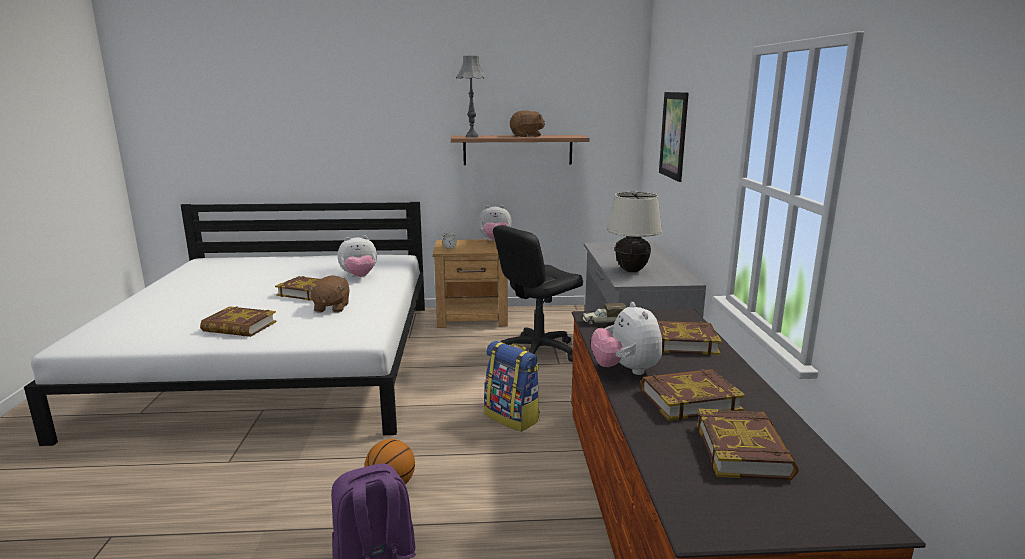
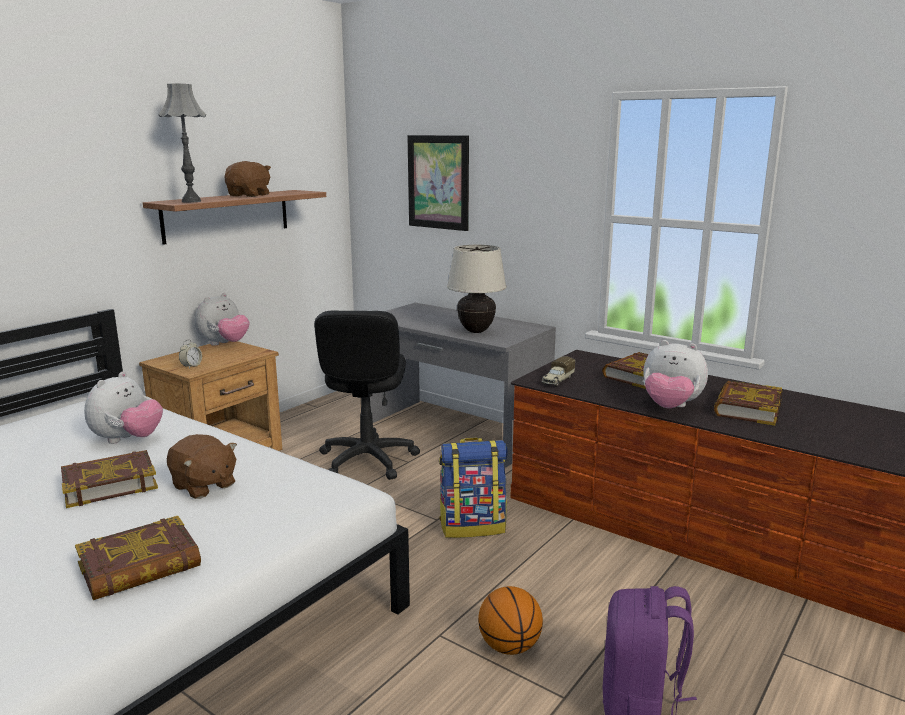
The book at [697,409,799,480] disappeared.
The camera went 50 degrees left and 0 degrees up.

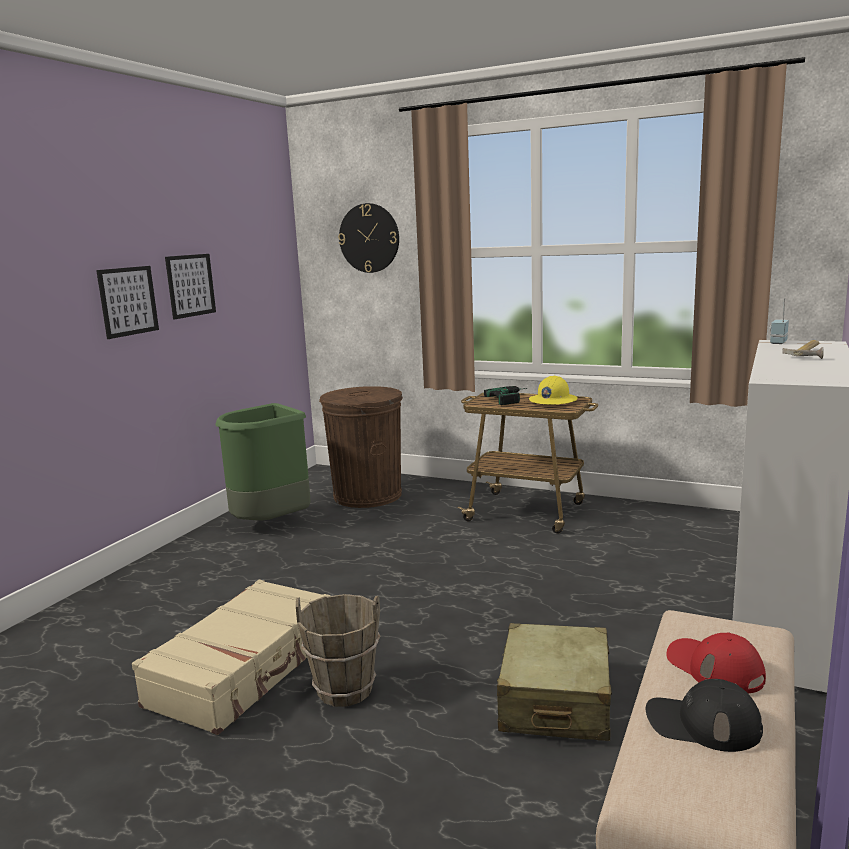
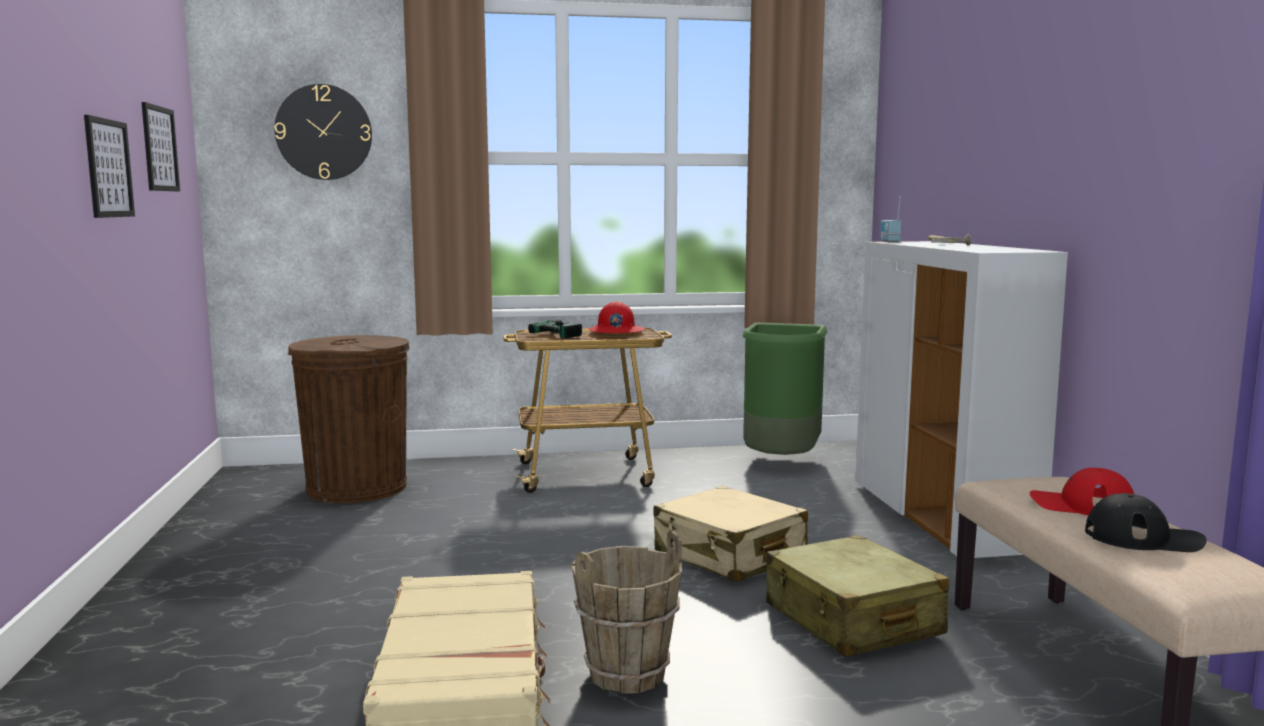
The sand-coloured_suitcase at [653,486,808,582] appeared.
The picture moved from [96,266,159,339] to [142,102,180,192].
The greenish_trash_can moved from [216,403,311,520] to [743,323,827,455].
The yellowish_work_helmet at [529,376,578,405] became the reddish_work_helmet at [588,301,644,333].
The black-coloured_cap at [646,679,763,752] turned 150 degrees counterclockwise.
The camera went 35 degrees left and 5 degrees down.

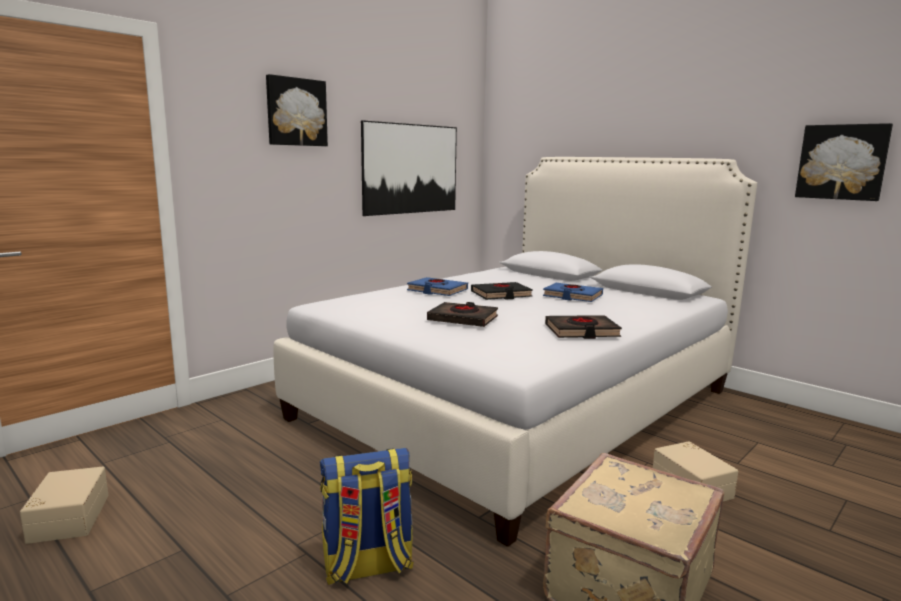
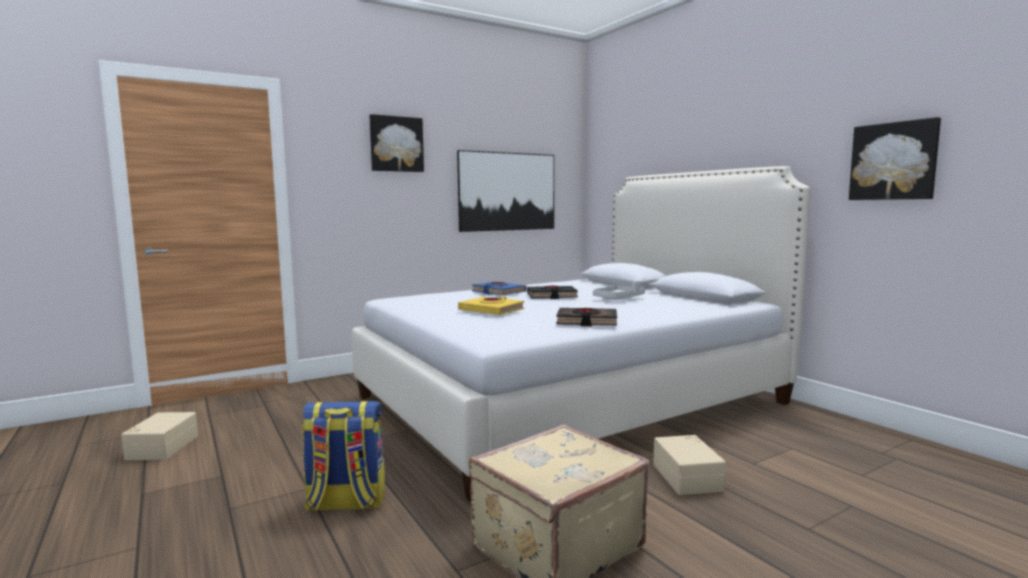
The blue-coloured_book at [543,283,603,302] was replaced by the gray_tray at [593,281,645,300].
The black-coloured_book at [427,302,498,327] became the yellowish_book at [458,296,524,315].
The camera went 15 degrees right and 5 degrees down.

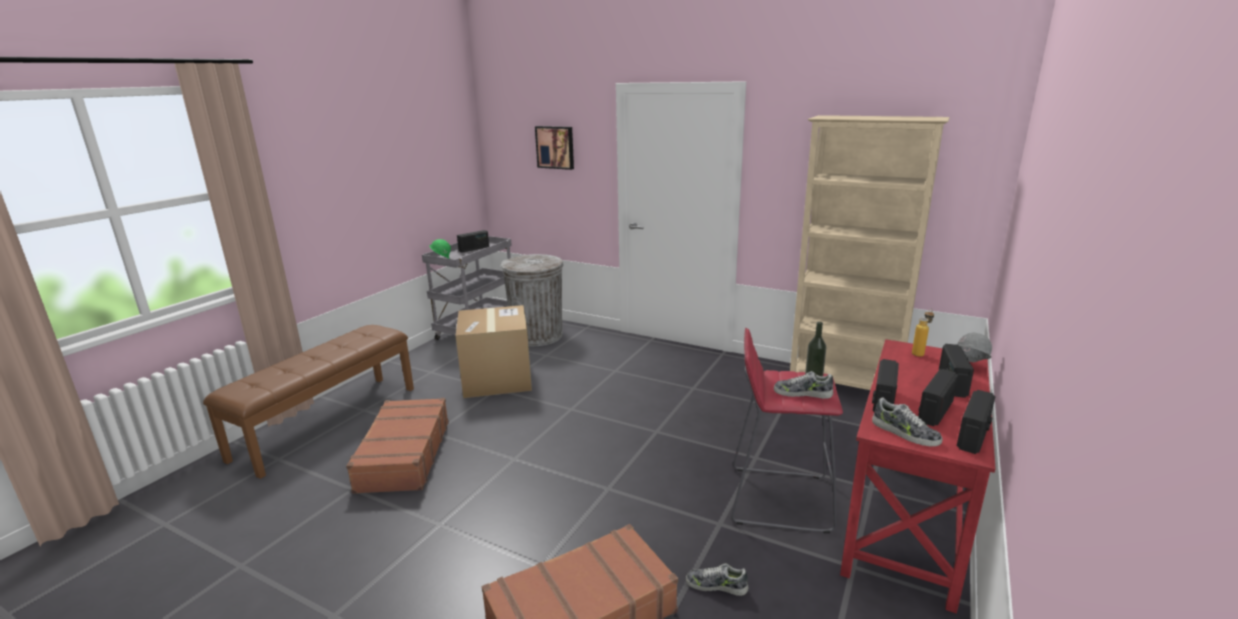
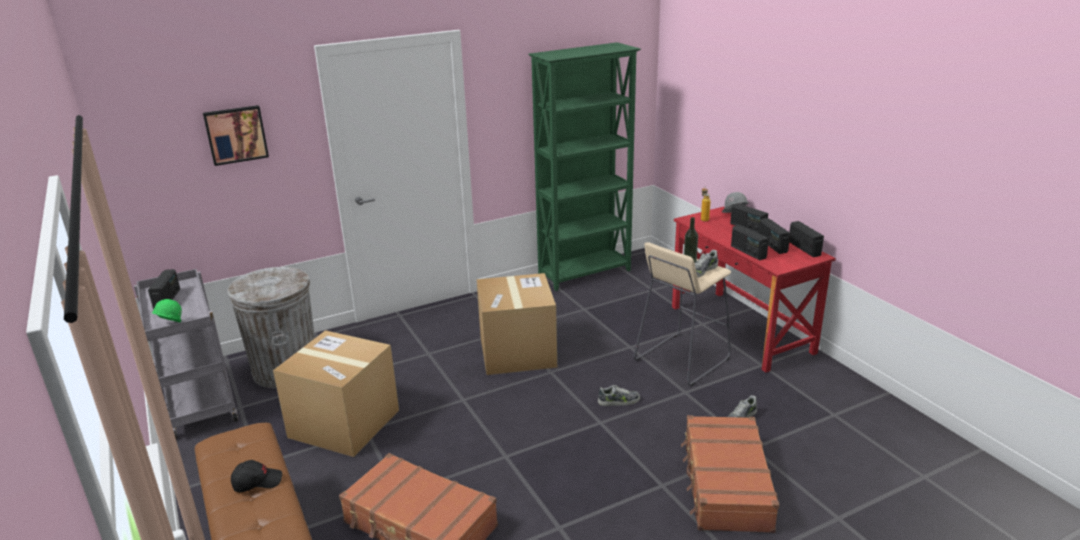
The black-coloured_cap at [231,460,282,492] appeared.
The cardboard_box at [477,273,557,375] appeared.
The low_shoe moved from [872,398,942,446] to [598,385,640,406].
The reddish_stool at [731,328,843,533] became the sand-coloured_stool at [633,242,731,386].
The sand-coloured_bookcase at [790,115,950,390] became the greenish_bookcase at [528,42,641,291].
The camera went 55 degrees left and 5 degrees up.

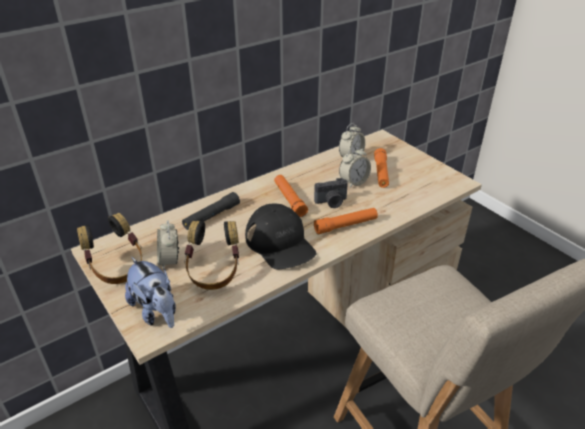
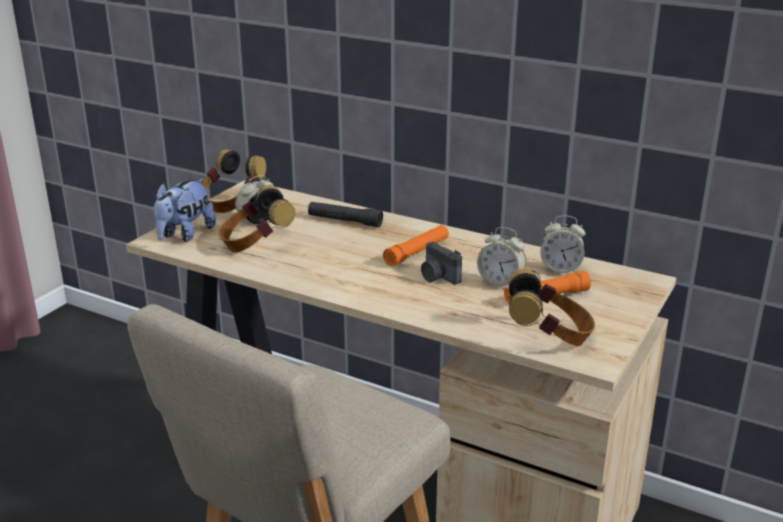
The black-coloured_cap at [245,203,317,269] disappeared.
The orange-coloured_flashlight at [314,208,378,234] disappeared.
The pair_of_headphones at [508,269,595,346] appeared.
The camera went 65 degrees right and 10 degrees down.

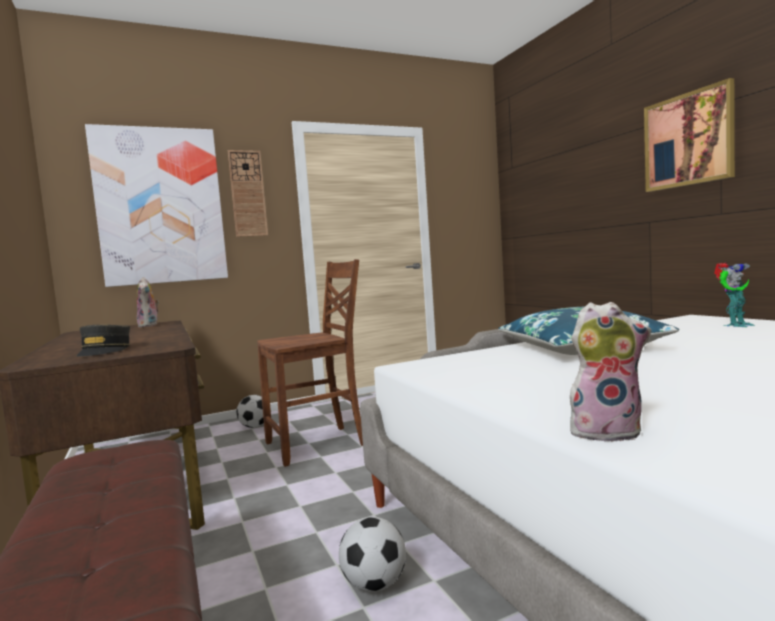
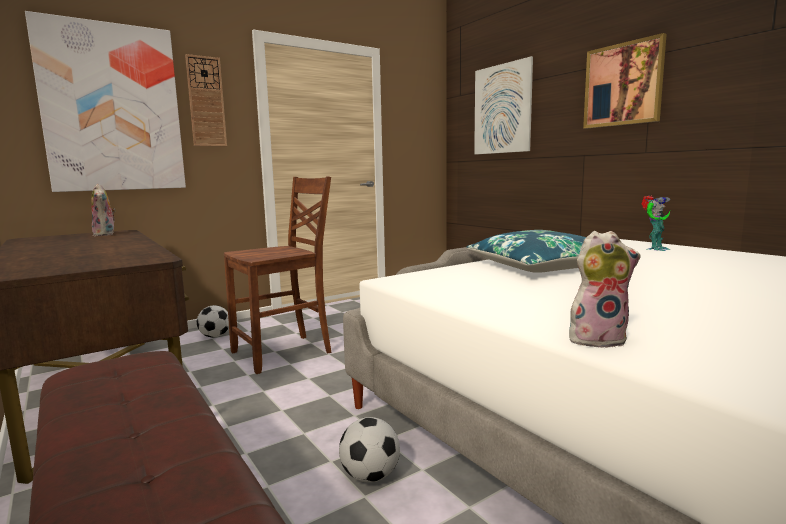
The gray_cap at [76,325,130,356] disappeared.
The picture at [474,56,533,154] appeared.
The camera went 10 degrees left and 5 degrees up.

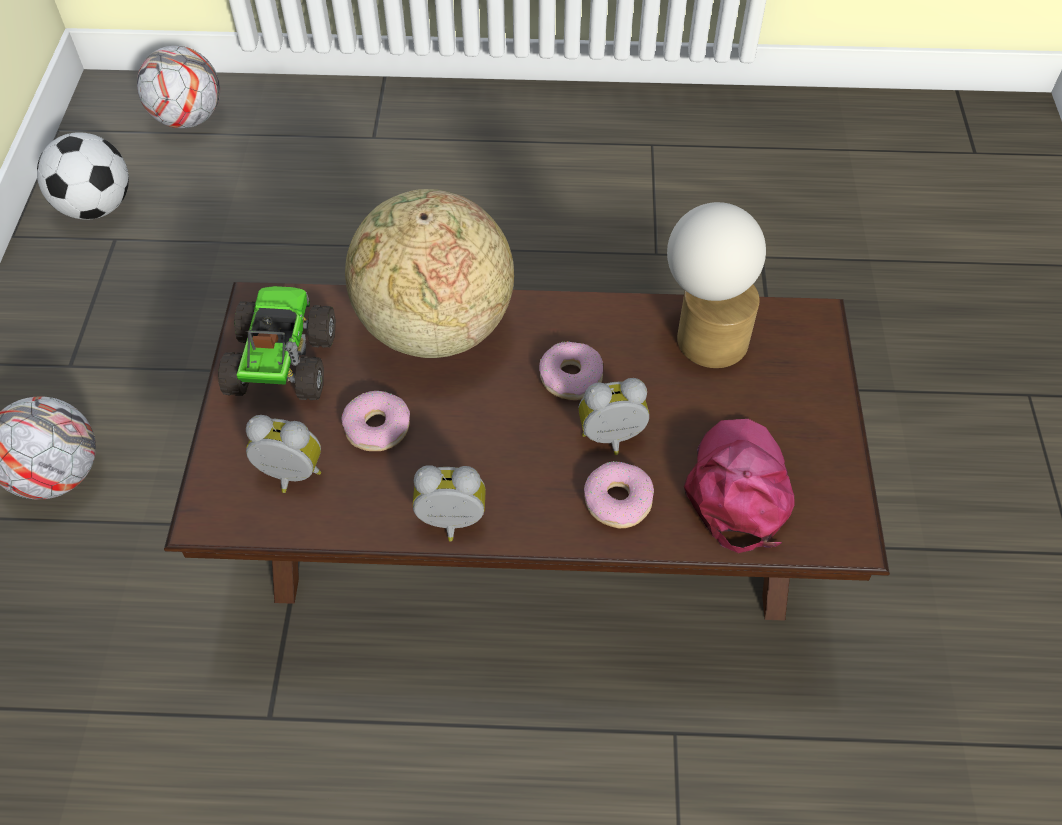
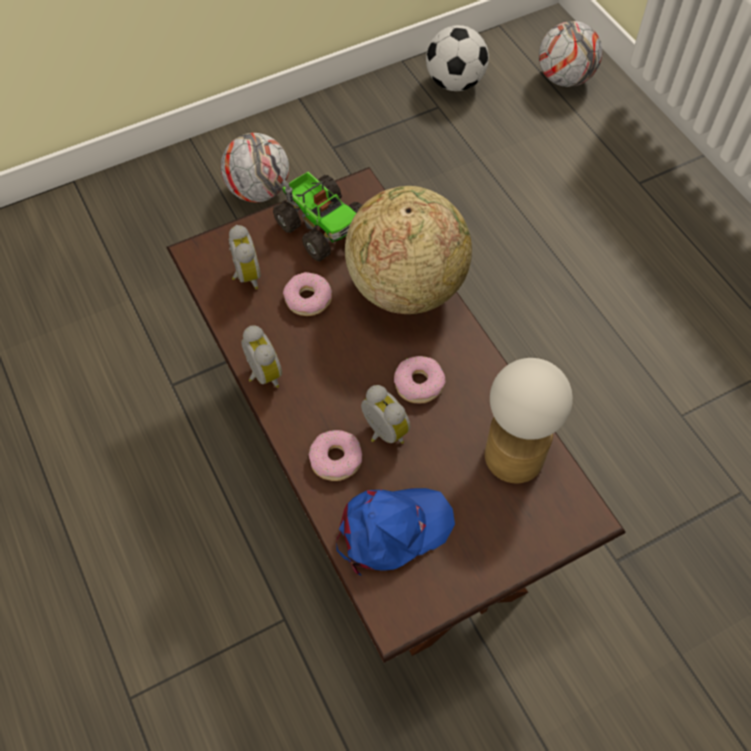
The pink_cap at [684,419,794,553] became the blue-coloured_cap at [336,488,455,576].
The toy_truck at [218,286,336,400] turned 75 degrees clockwise.
The camera went 60 degrees right and 5 degrees up.

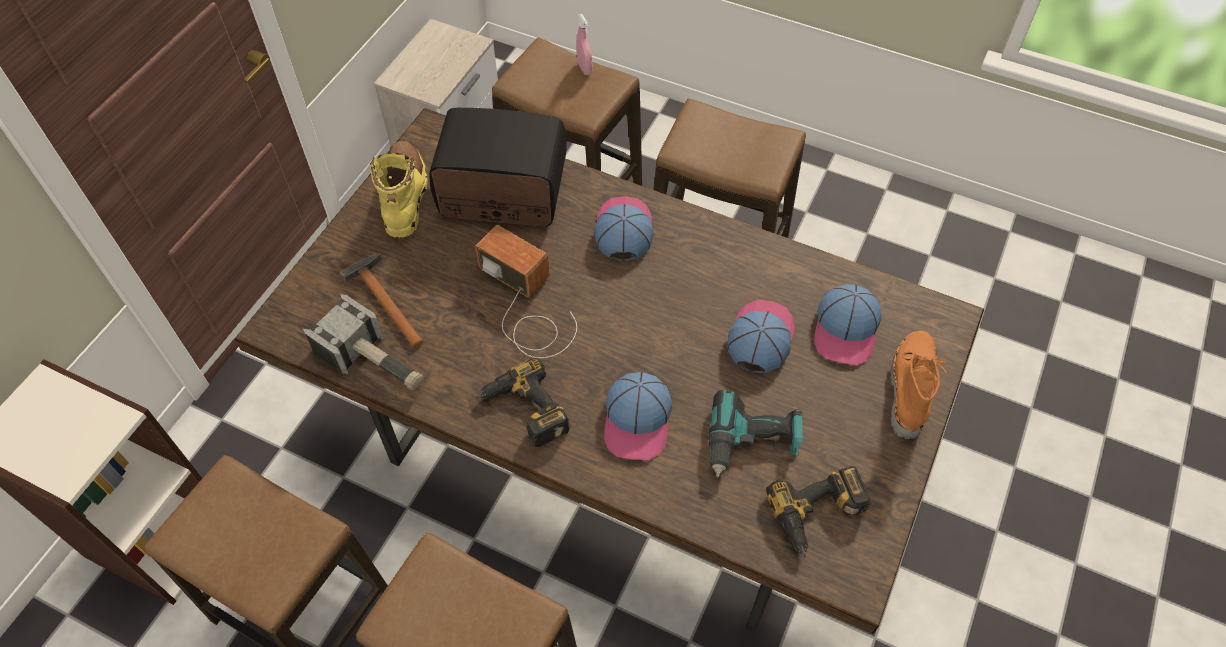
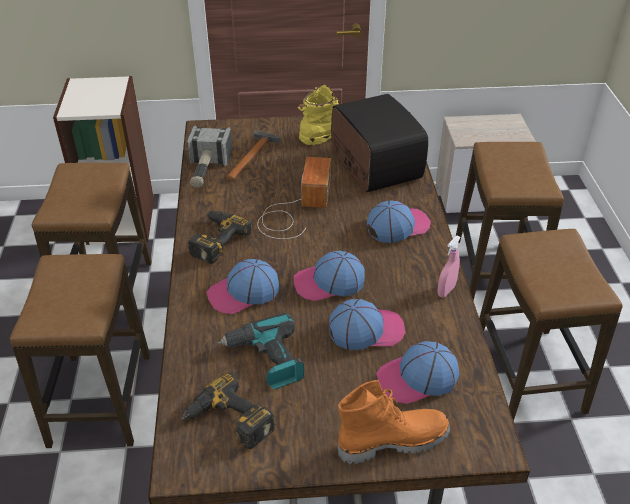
The cap at [294,251,365,301] appeared.
The pink_spray_bottle moved from [576,14,592,75] to [437,236,461,297].
The camera went 60 degrees right and 15 degrees down.

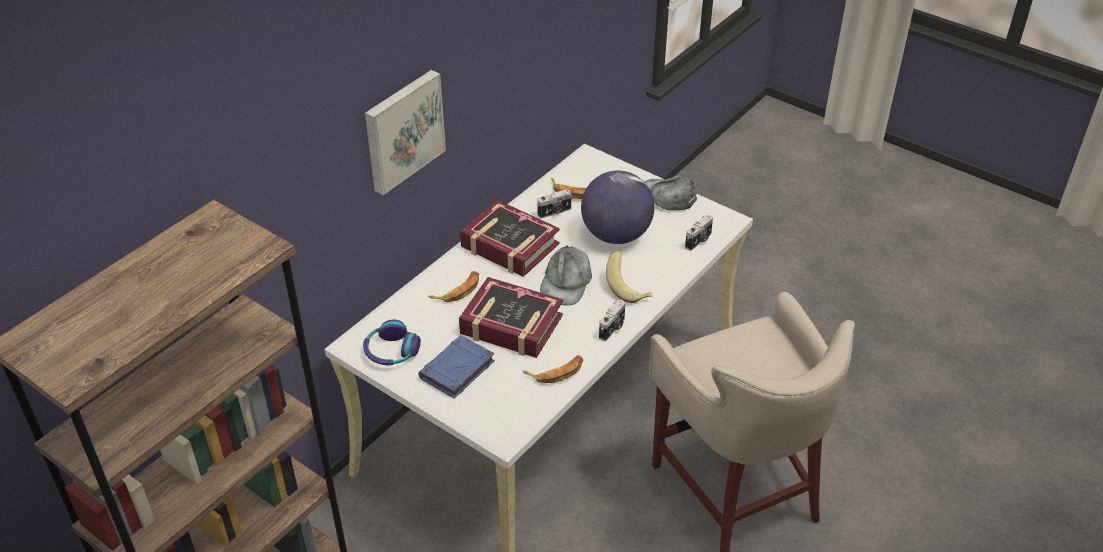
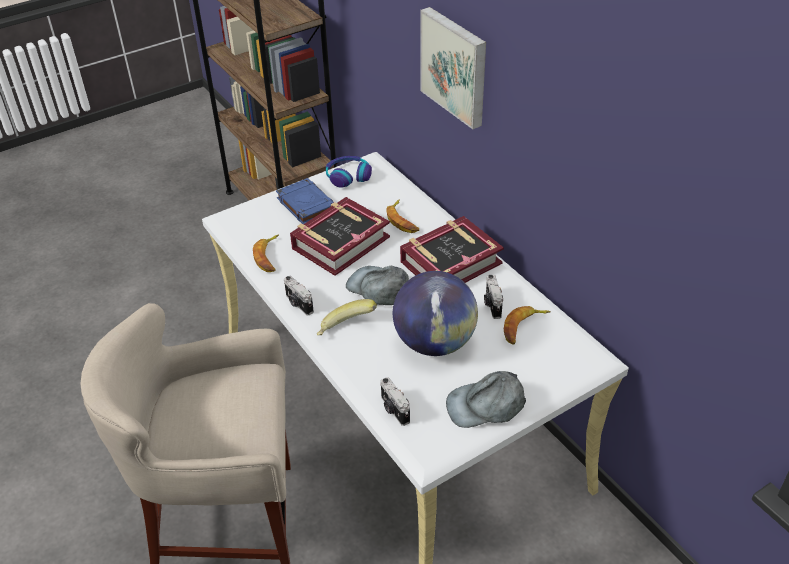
The gray_cap at [644,175,697,210] turned 150 degrees counterclockwise.
The camera went 110 degrees right and 0 degrees up.

